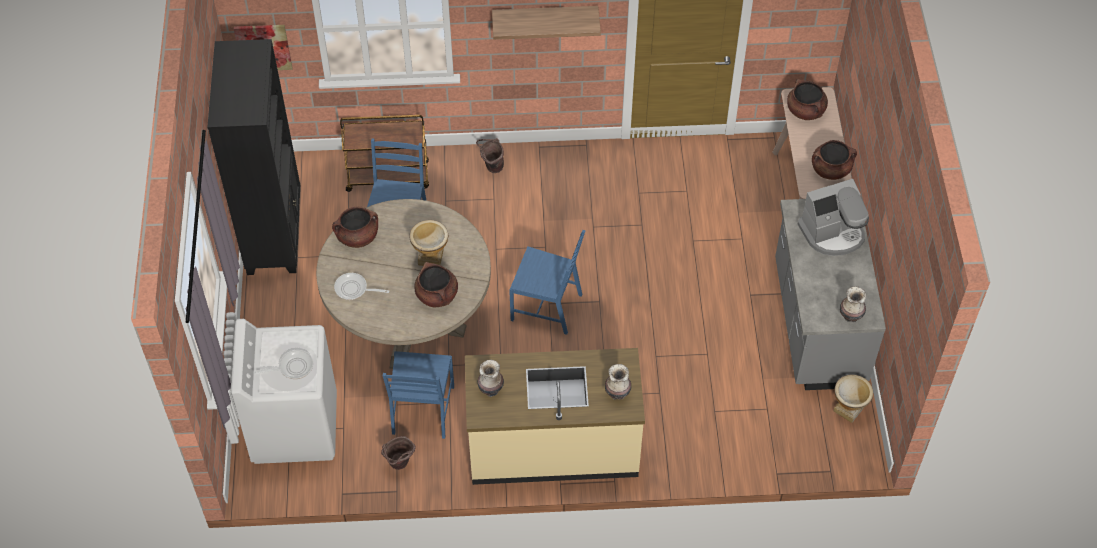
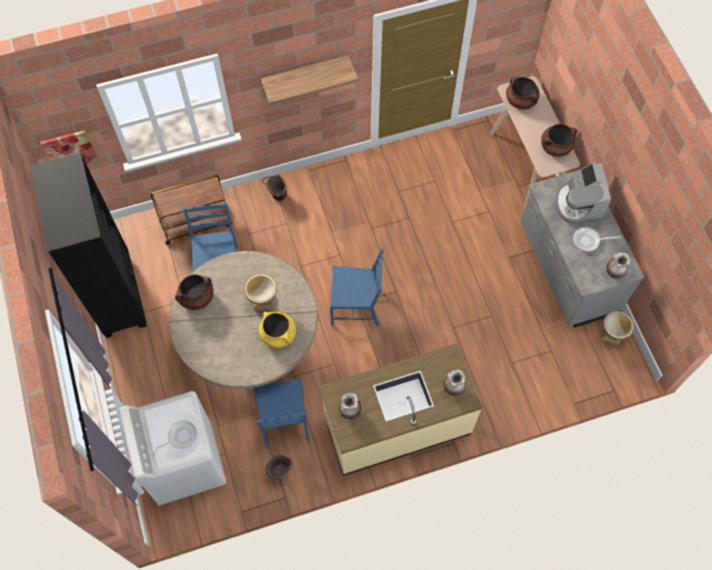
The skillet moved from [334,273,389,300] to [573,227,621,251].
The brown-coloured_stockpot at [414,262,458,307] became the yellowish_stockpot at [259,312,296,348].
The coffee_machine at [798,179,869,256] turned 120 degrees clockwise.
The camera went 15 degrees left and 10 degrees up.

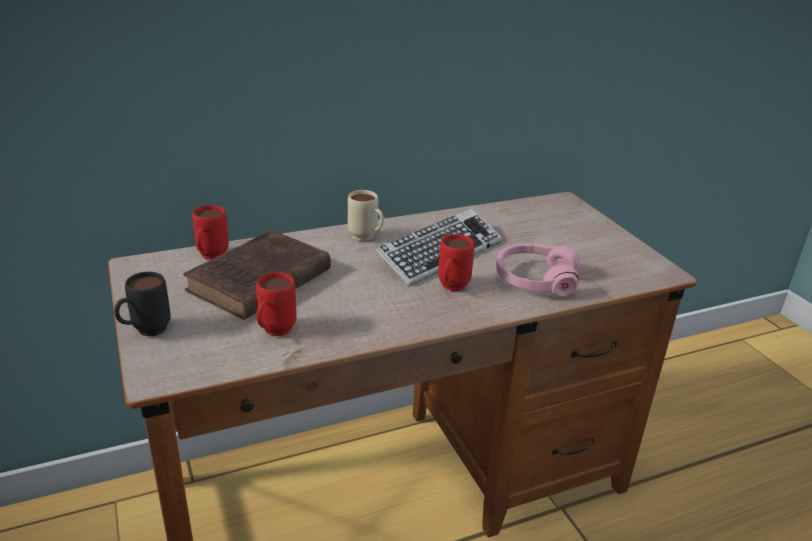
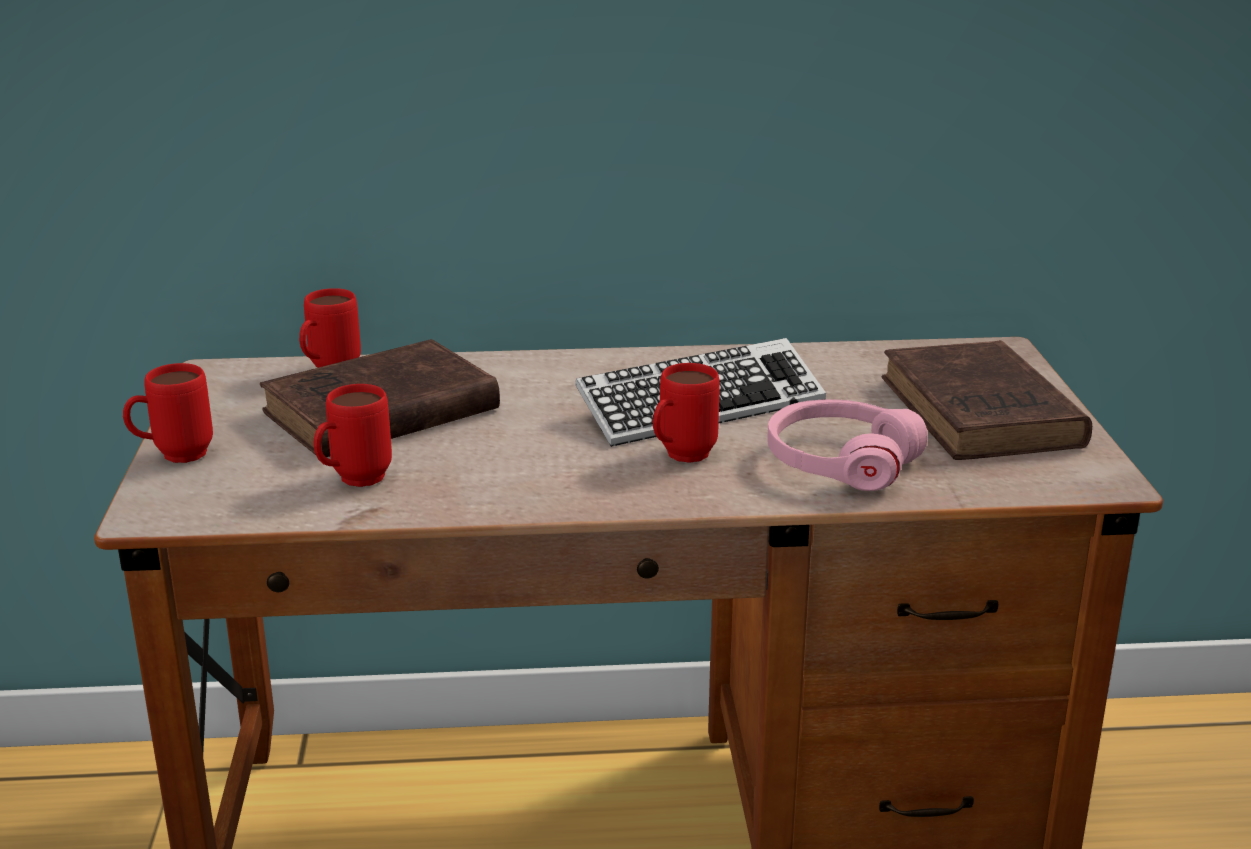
The sand-coloured_tea_mug at [348,190,384,241] disappeared.
The brown-coloured_book at [882,340,1092,460] appeared.
The black-coloured_tea_mug at [114,272,171,336] became the reddish_tea_mug at [123,363,213,463].
The camera went 20 degrees right and 5 degrees down.

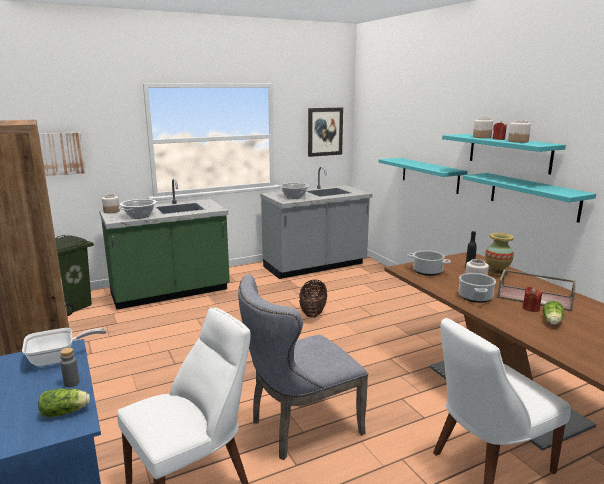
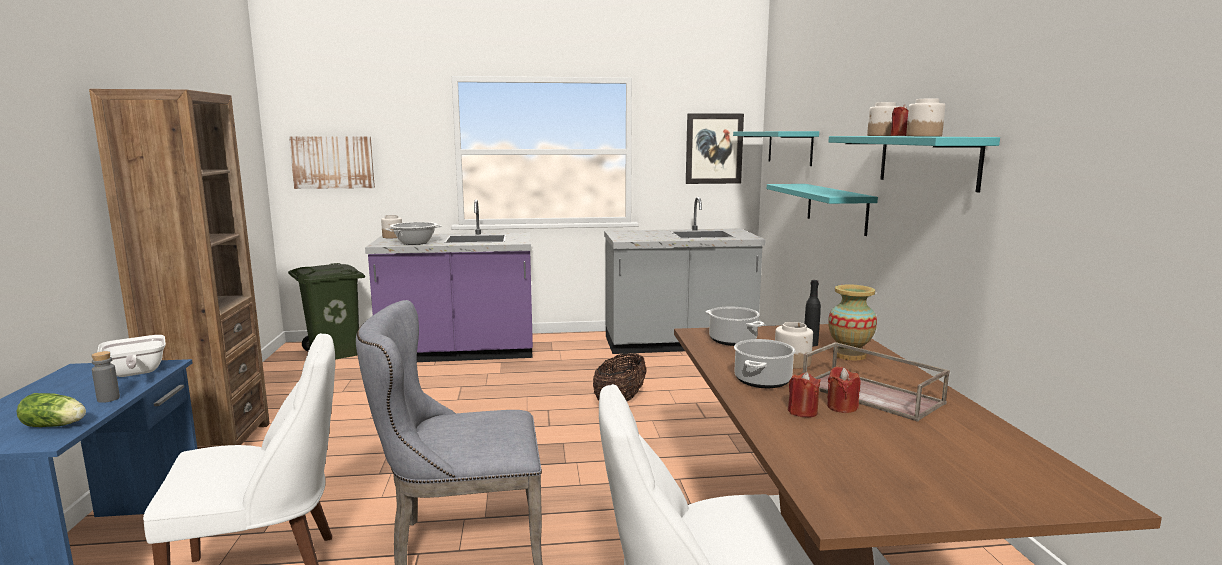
The stockpot at [277,183,312,199] disappeared.
The lettuce at [543,301,564,325] disappeared.
The reddish_wax_candle at [788,372,821,417] appeared.
The turquoise_wall_shelf moved from [463,173,596,223] to [733,131,819,166].
The greenish_kitchen_counter at [99,178,230,310] became the purple-coloured_kitchen_counter at [365,199,533,362].
The skillet at [22,328,107,367] turned 60 degrees clockwise.
The camera went 20 degrees right and 5 degrees down.

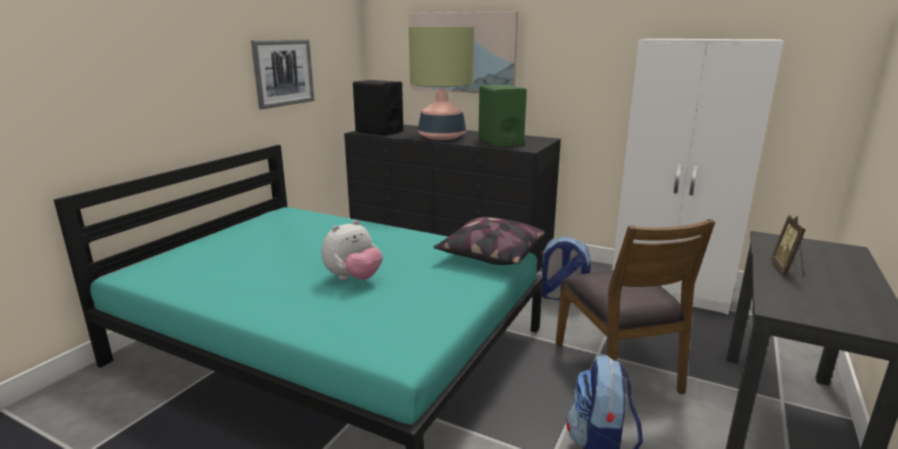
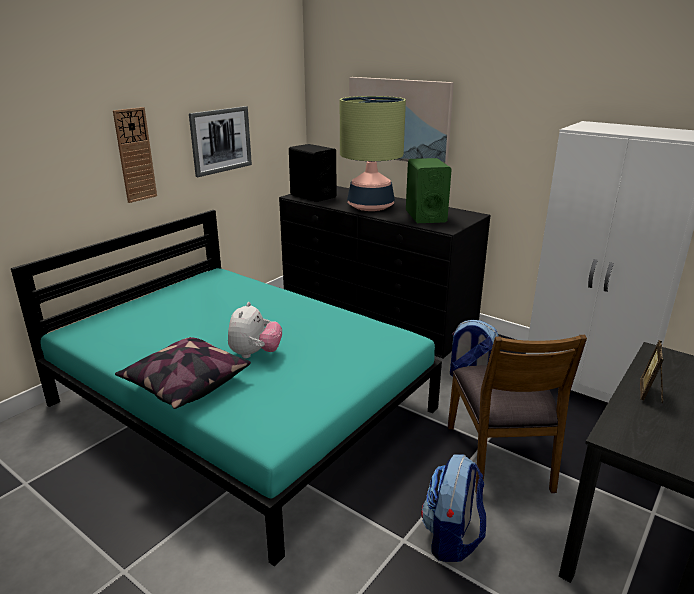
The hanging_clock at [113,107,157,203] appeared.
The cushion moved from [433,217,545,265] to [115,337,251,409].
The cuddly_toy at [321,220,383,280] turned 45 degrees counterclockwise.
The camera went 10 degrees right and 5 degrees up.

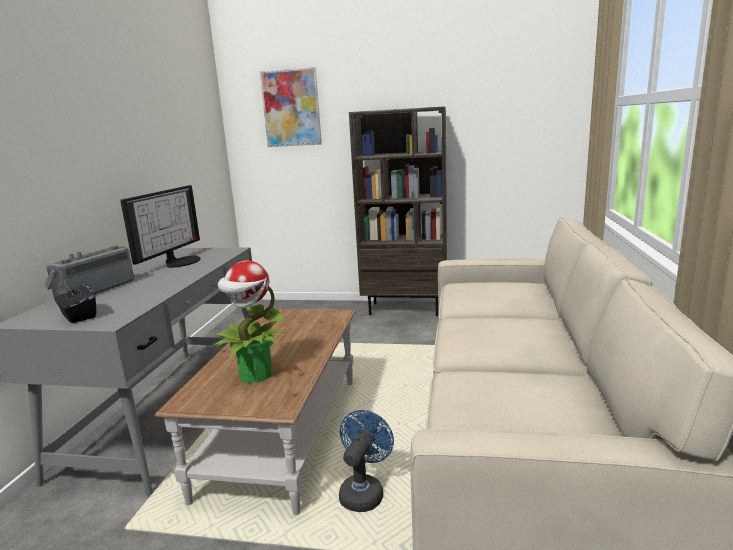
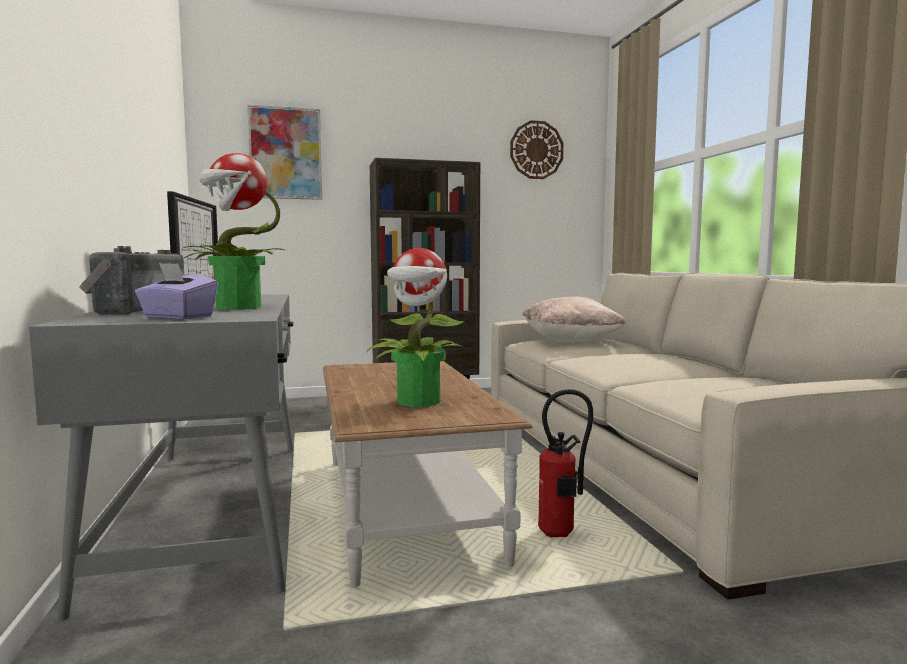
The plant_in_a_pot at [183,153,285,310] appeared.
The hanging_clock at [510,120,564,179] appeared.
The sand-coloured_cushion at [522,297,626,342] appeared.
The blue-coloured_electric_fan at [339,410,394,512] was replaced by the extinguisher at [538,389,593,537].
The black-coloured_tissue_box at [54,282,96,323] became the purple-coloured_tissue_box at [135,263,218,320].
The camera went 25 degrees left and 10 degrees down.

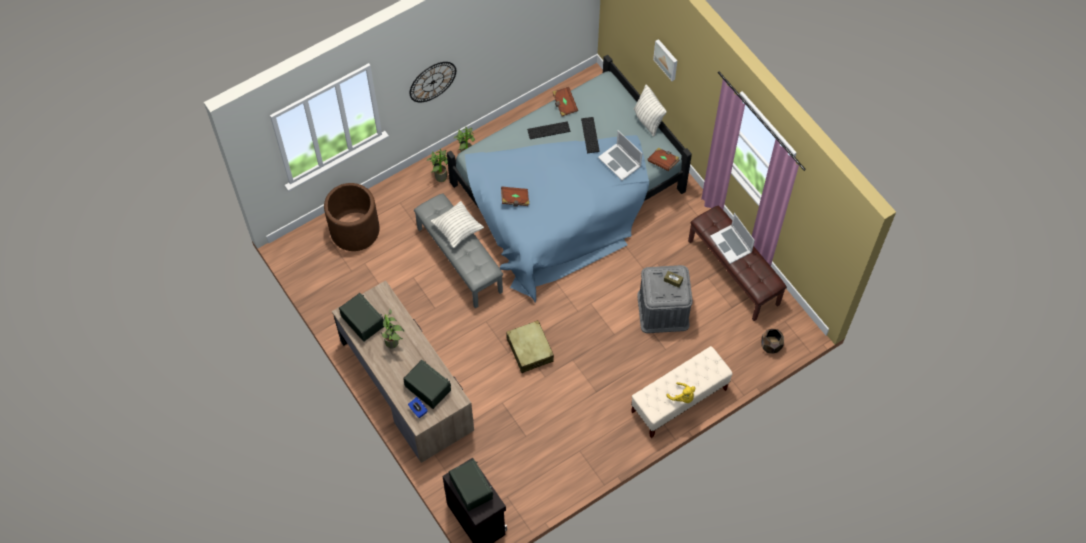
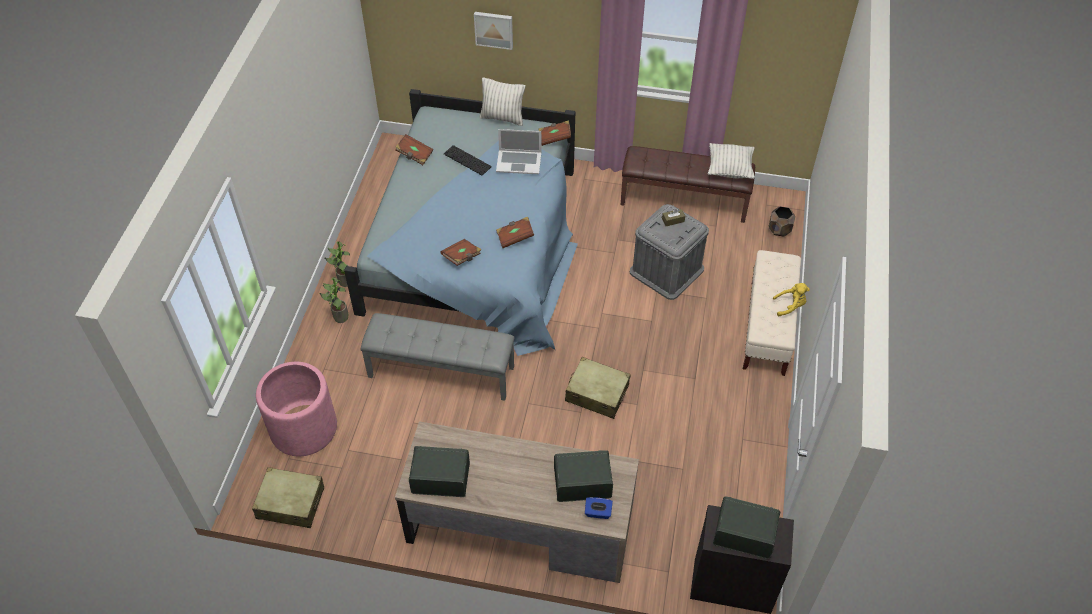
The plant_in_a_pot at [381,309,404,349] disappeared.
The hanging_clock at [410,62,456,102] disappeared.
The PC_keyboard at [527,121,570,139] disappeared.
The portable_computer at [710,213,755,264] disappeared.
The sand-coloured_suitcase at [252,467,324,528] appeared.
The brown-coloured_book at [496,217,534,248] appeared.
The cushion moved from [431,201,484,248] to [708,143,755,179].
The brown-coloured_plant_pot at [324,183,380,251] became the pink_plant_pot at [256,362,337,456].
The camera went 45 degrees left and 10 degrees down.

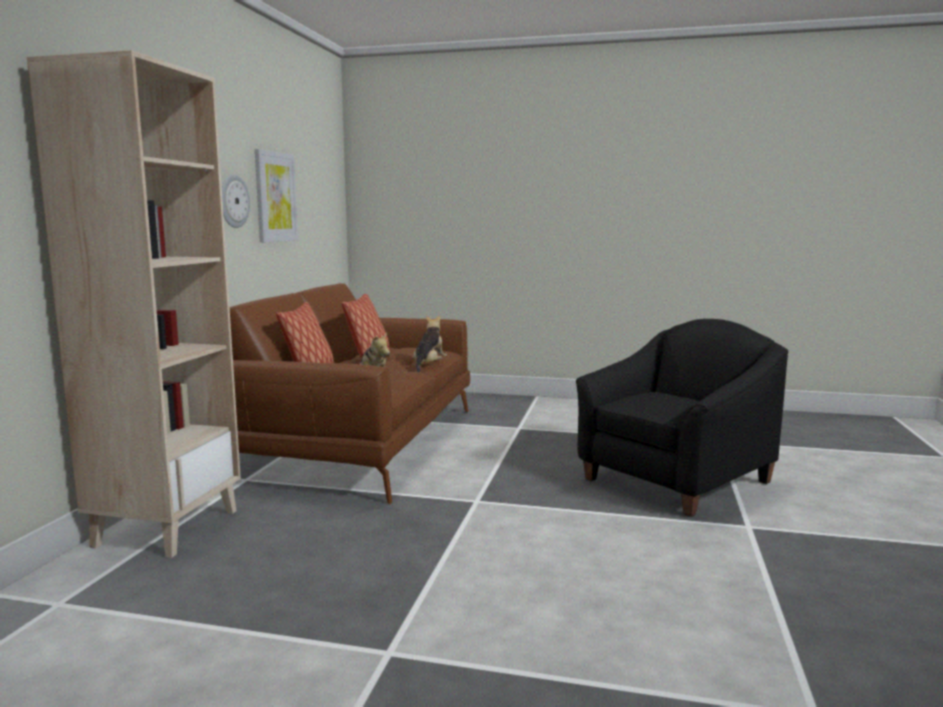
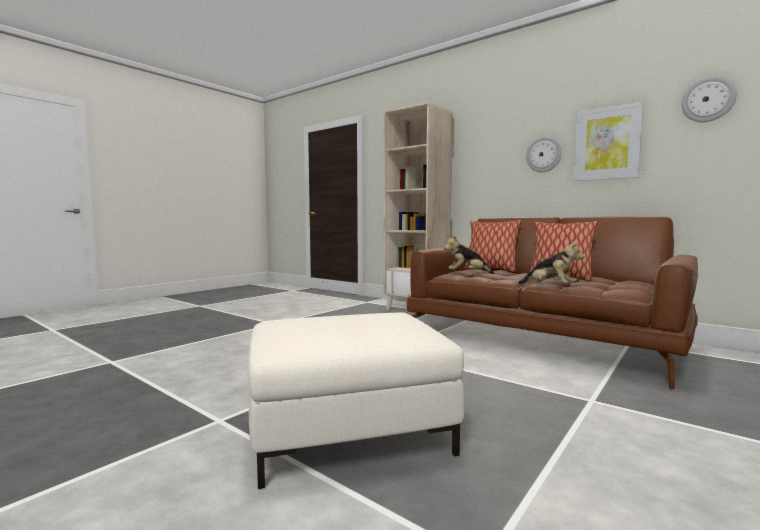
The hanging_clock at [682,77,737,122] appeared.
The black-coloured_lounge_chair at [576,319,788,517] was replaced by the whitish_ottoman at [248,313,465,489].
The camera went 115 degrees right and 5 degrees down.

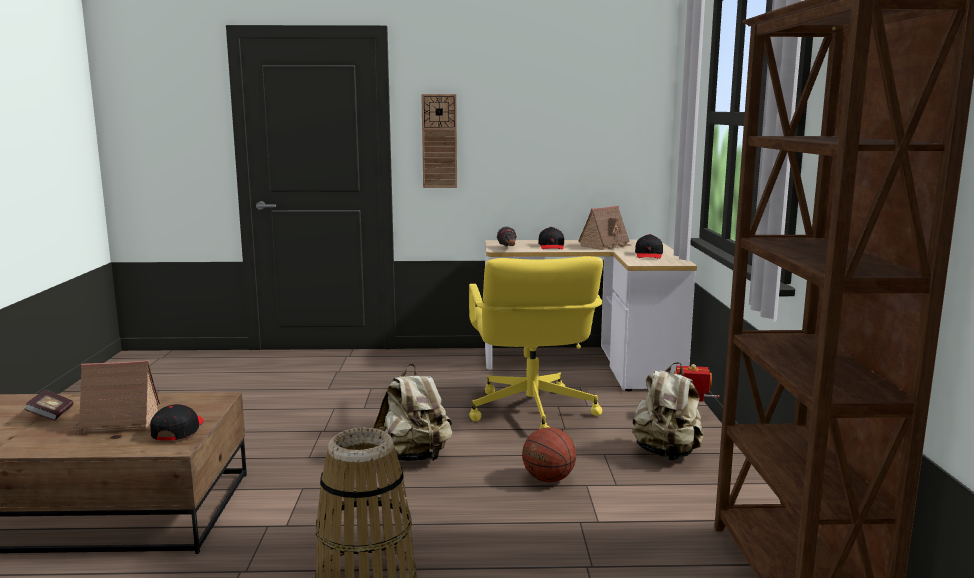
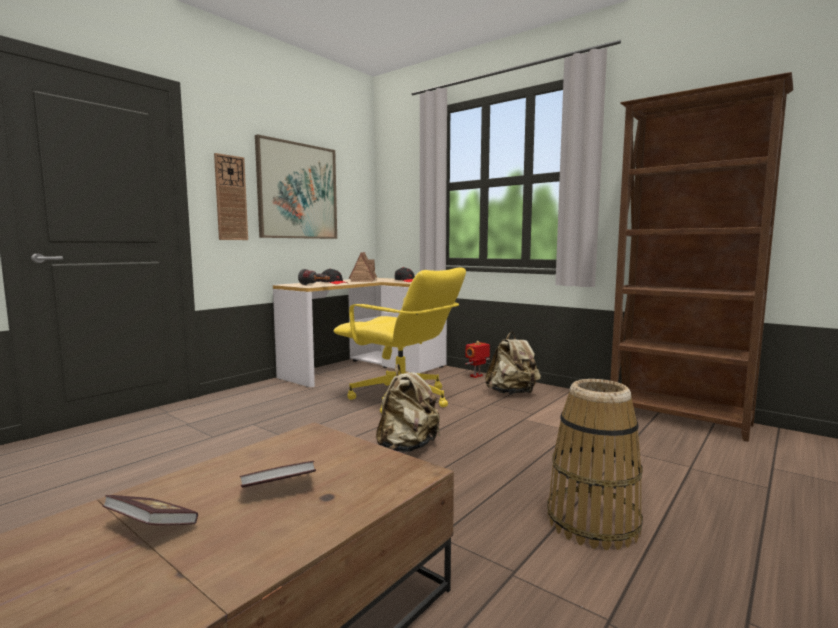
The black-coloured_cap at [150,404,204,440] disappeared.
The ball_for_basketball at [522,427,576,482] disappeared.
The picture at [255,134,337,239] appeared.
The model_house at [68,360,160,434] was replaced by the book at [239,461,316,488].
The camera went 50 degrees left and 5 degrees down.

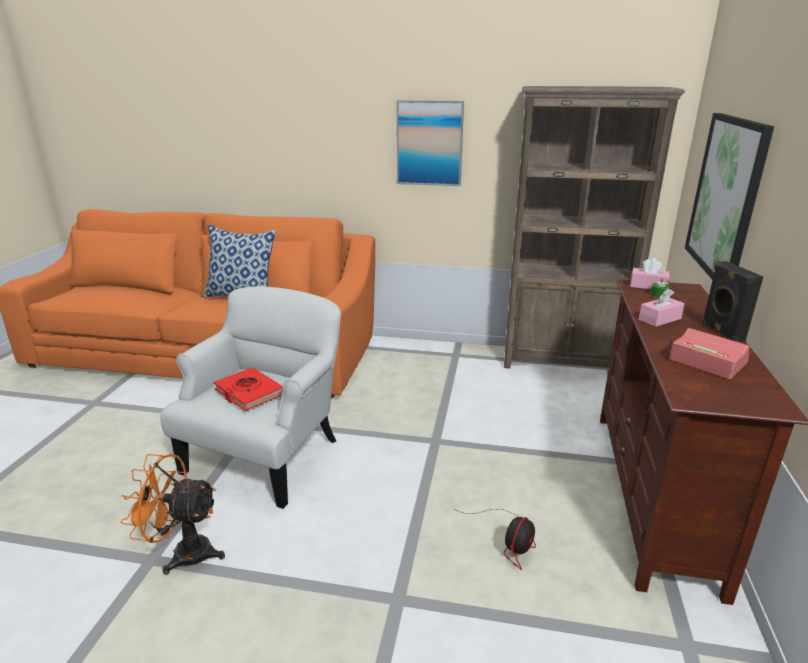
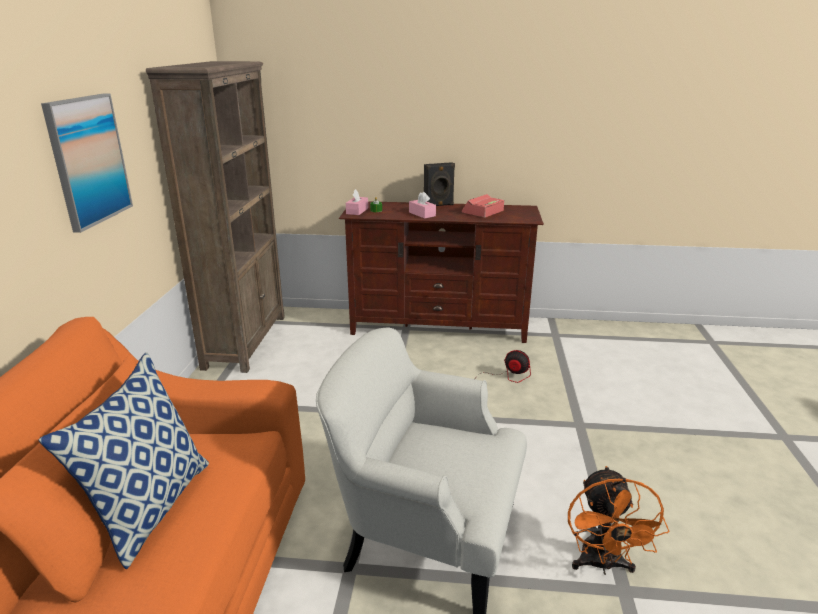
The reddish_book at [214,367,283,411] disappeared.
The picture at [685,113,774,280] disappeared.
The camera went 95 degrees left and 0 degrees up.

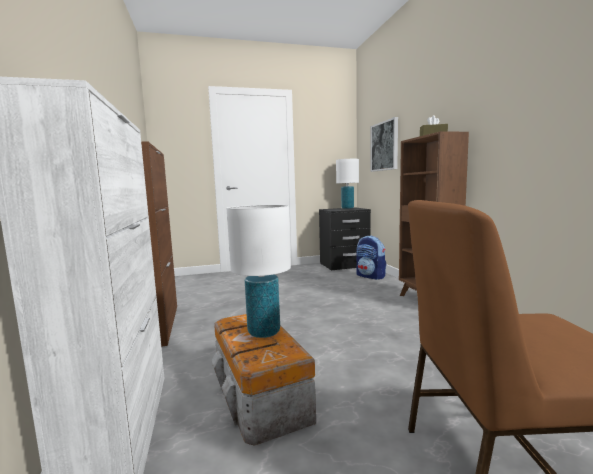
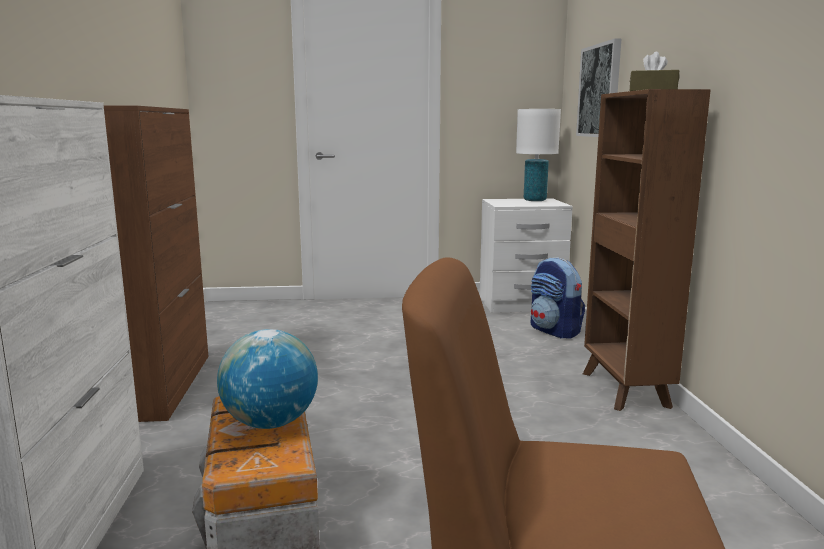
The whitish_table_lamp at [227,205,291,338] was replaced by the globe at [217,329,318,429].
The black-coloured_night_table at [319,207,371,270] became the whitish_night_table at [480,198,573,313].
The camera went 10 degrees right and 5 degrees up.

